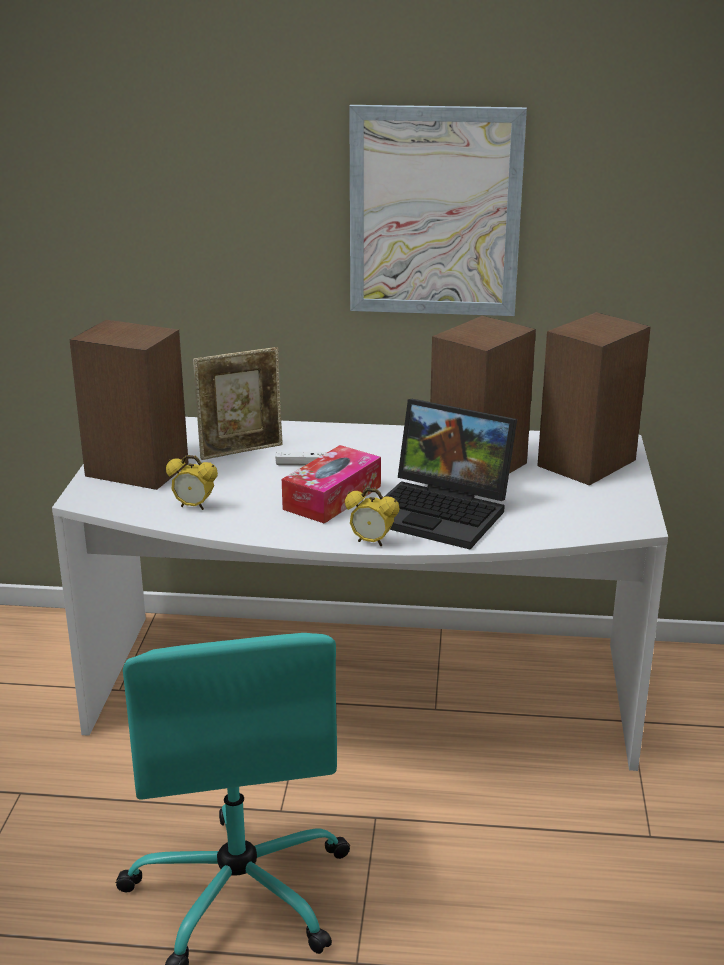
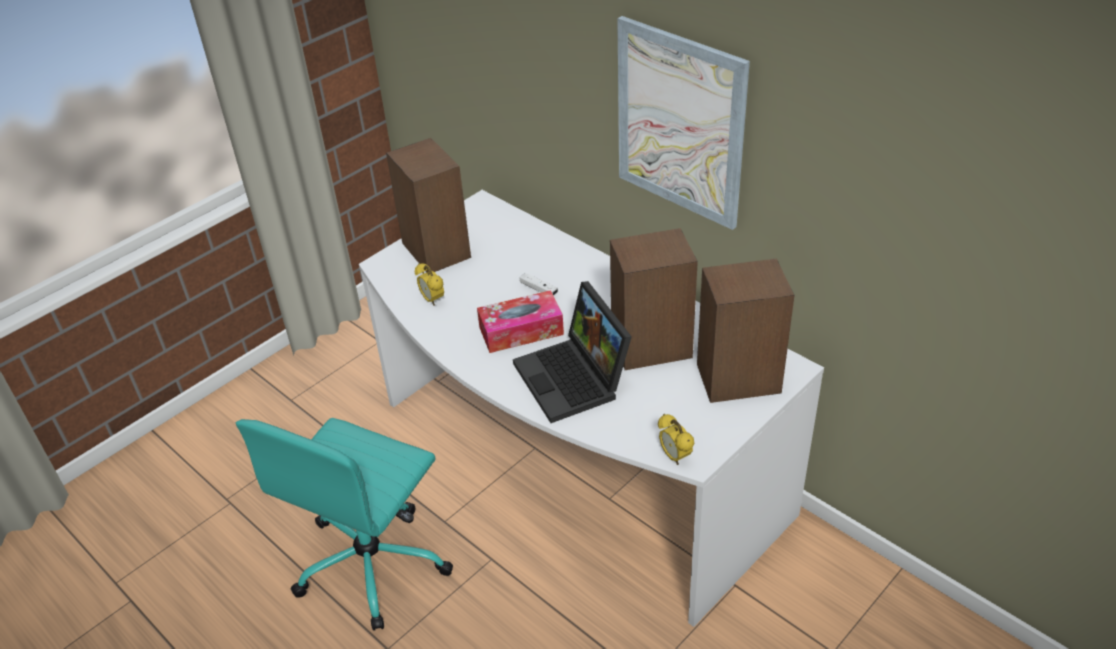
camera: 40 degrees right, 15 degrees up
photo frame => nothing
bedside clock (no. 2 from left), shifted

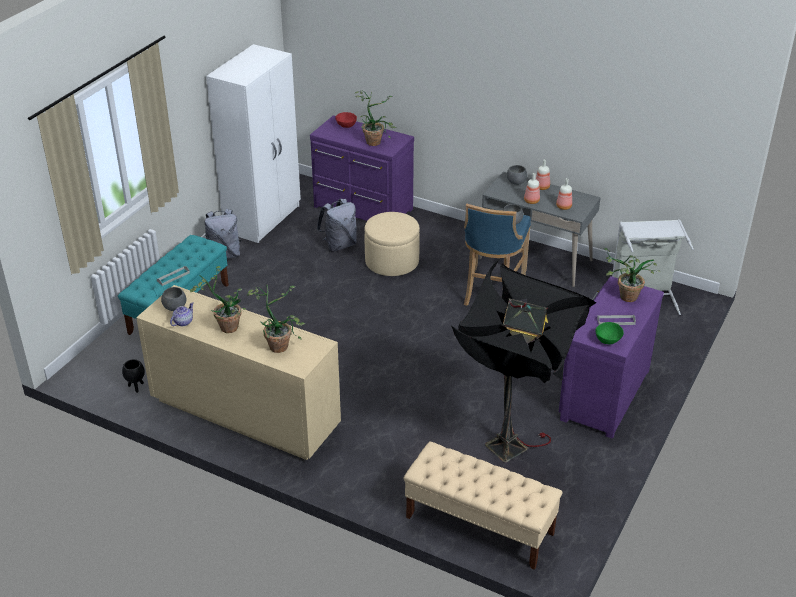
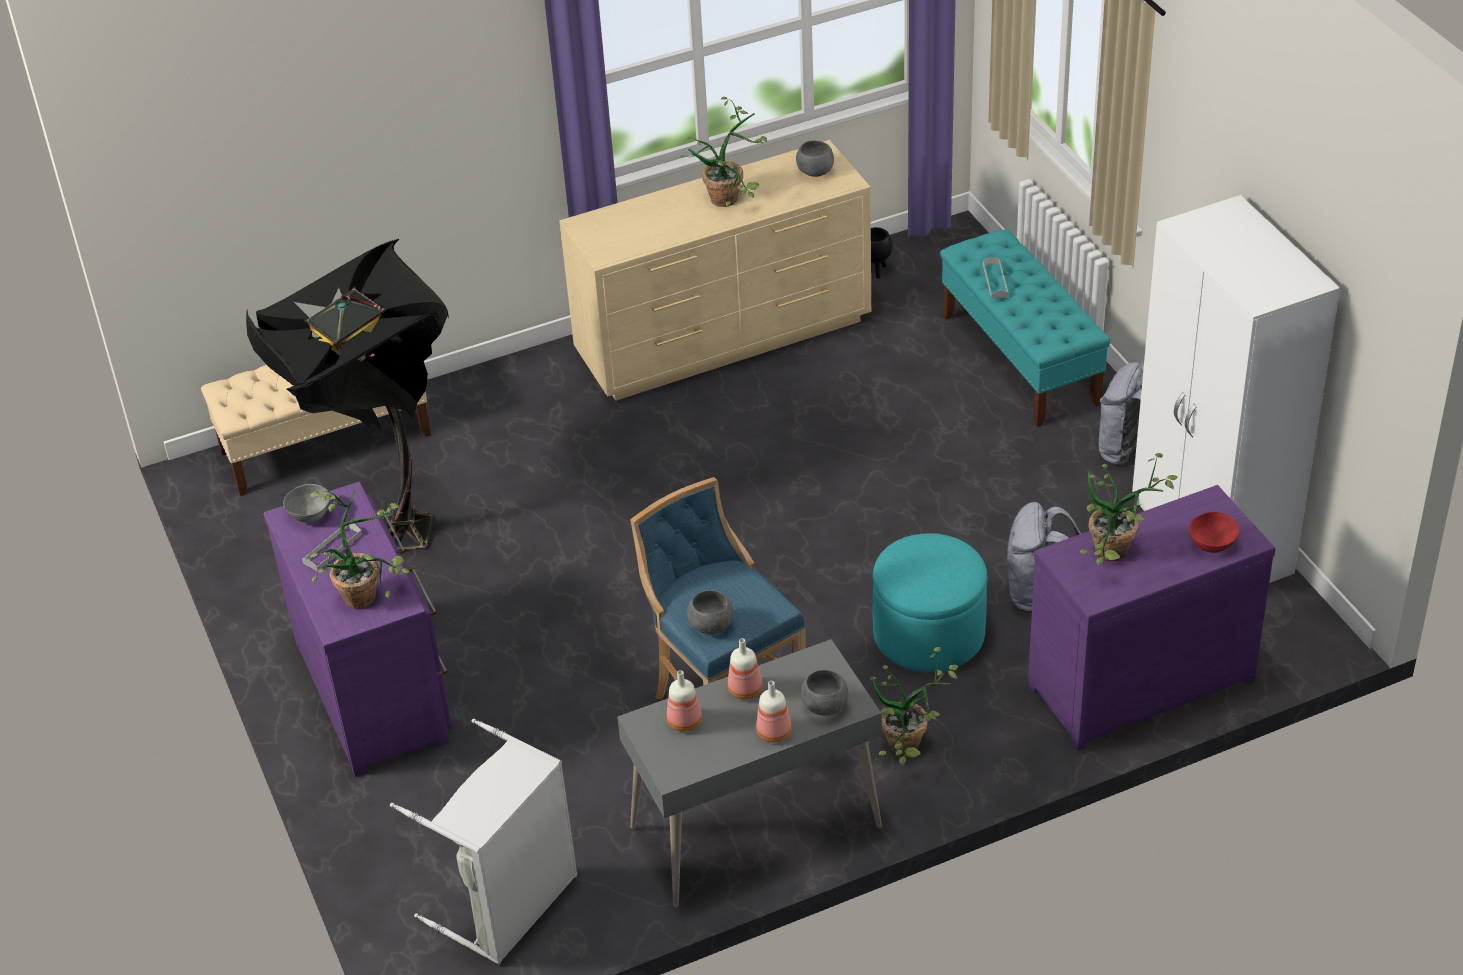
camera: 130 degrees right, 5 degrees up
pot for tea => nothing
plant in a pot (no. 2 from left in the first image) => plant in a pot (no. 3 from left), shifted
beige-coloured pouffe => blue-green pouffe
greenish serving bowl => greyish serving bowl (no. 1 from left)

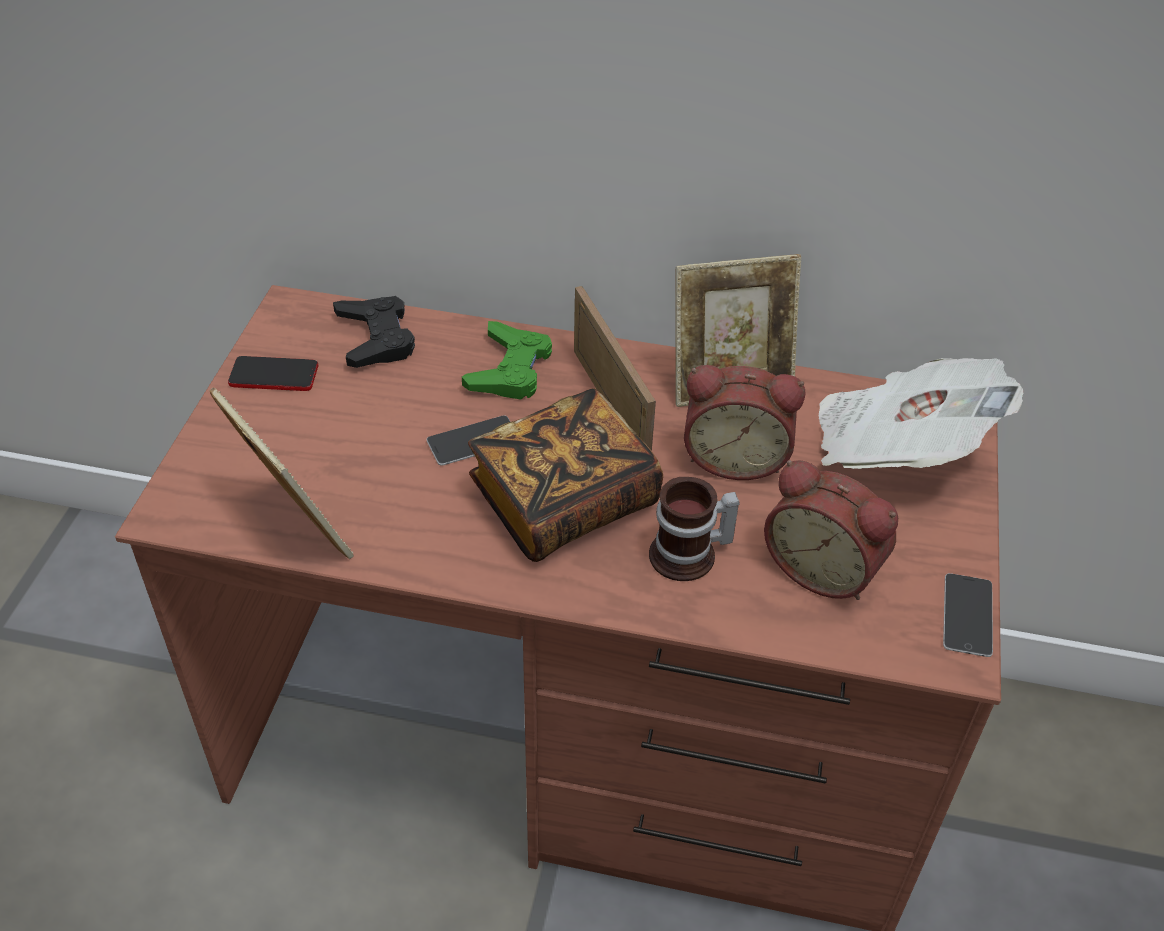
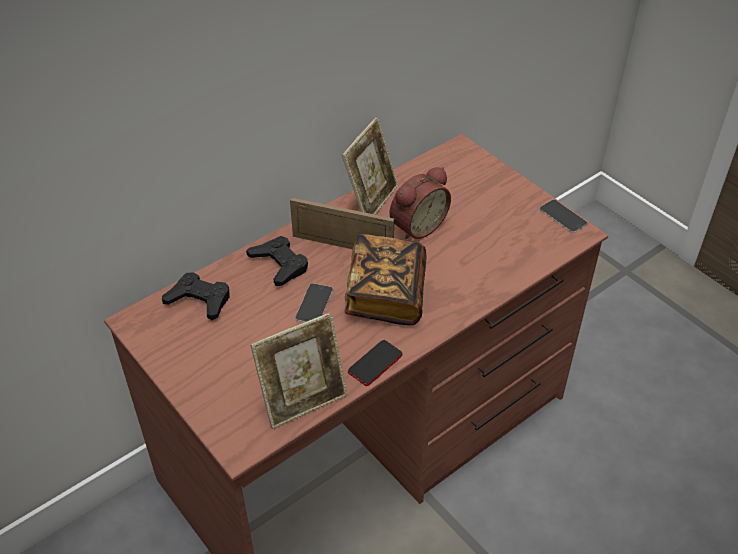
camera: 50 degrees left, 0 degrees up
coffee mug => nothing
bedside clock (no. 2 from left) => nothing
daily paper => nothing
phone (no. 1 from left in the first image) => phone (no. 2 from left), shifted
greenish gamepad => black-coloured gamepad (no. 2 from left)
photo frame (no. 1 from left), 150 degrees clockwise

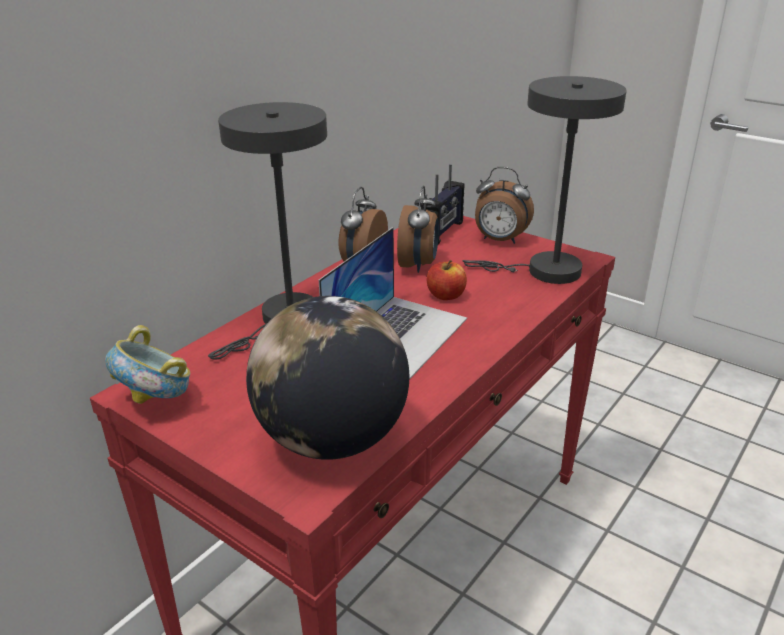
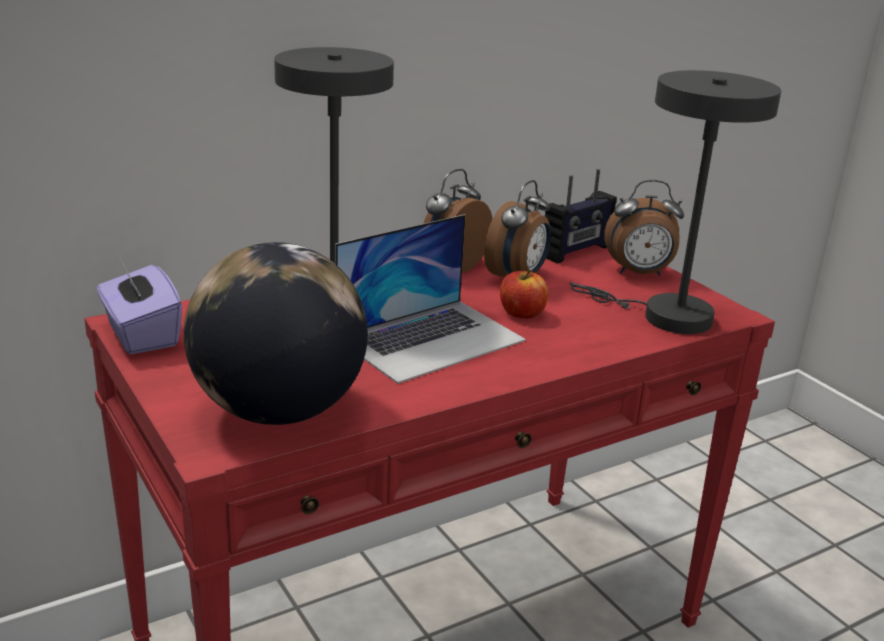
camera: 20 degrees right, 5 degrees down
serving bowl => purplish box of tissues
bedside clock (no. 3 from left), 45 degrees counterclockwise

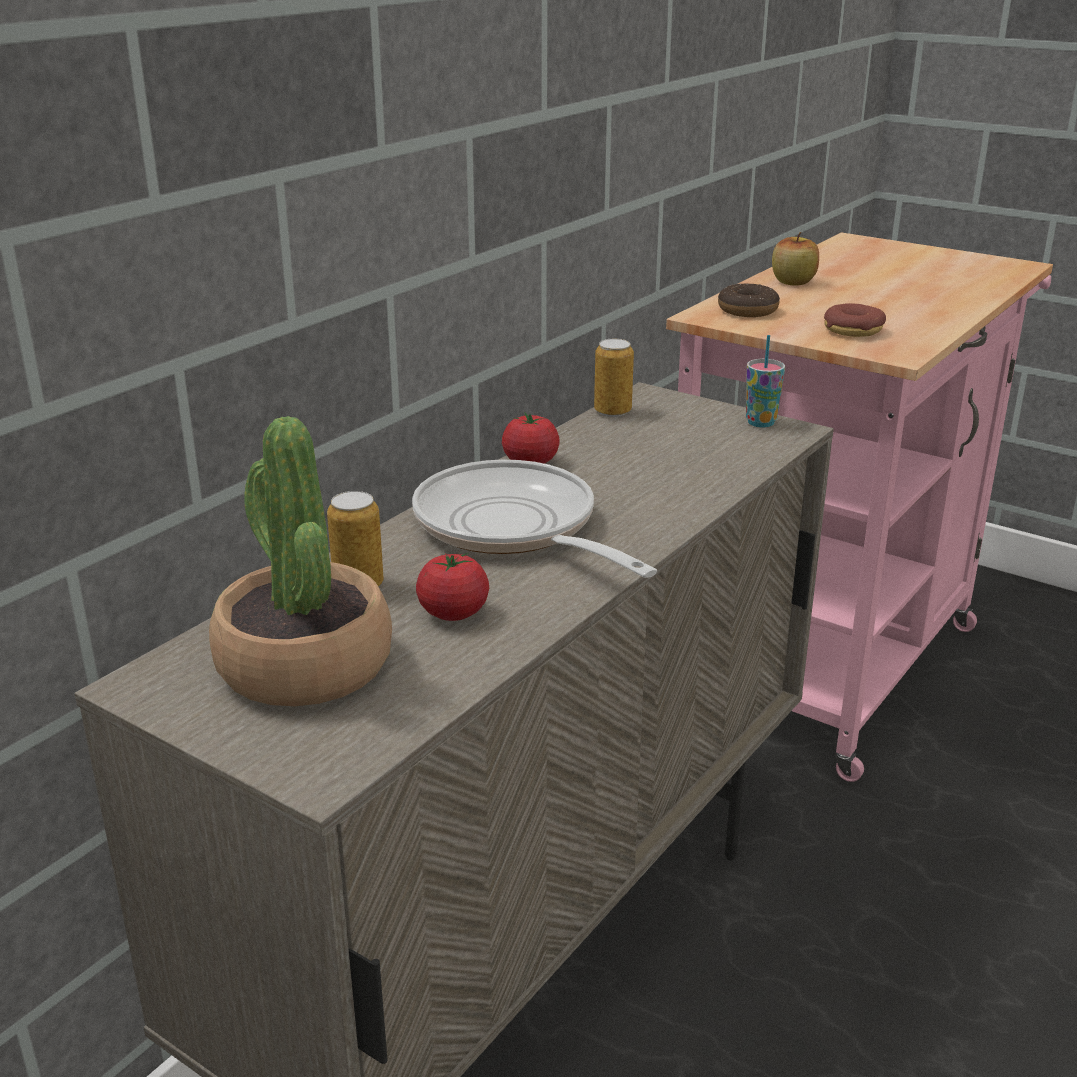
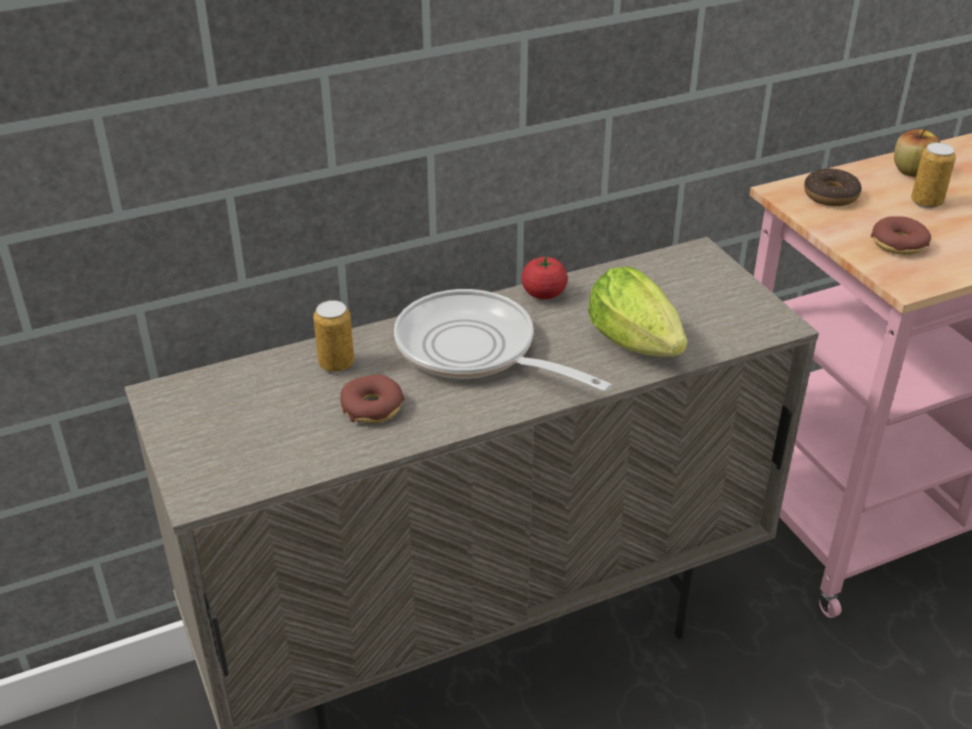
camera: 30 degrees right, 10 degrees up
plant in a pot => nothing
cup => nothing
nothing => lettuce head
metal can (no. 2 from left), shifted
tomato (no. 1 from left) => ring doughnut (no. 1 from left)
pan, 45 degrees counterclockwise

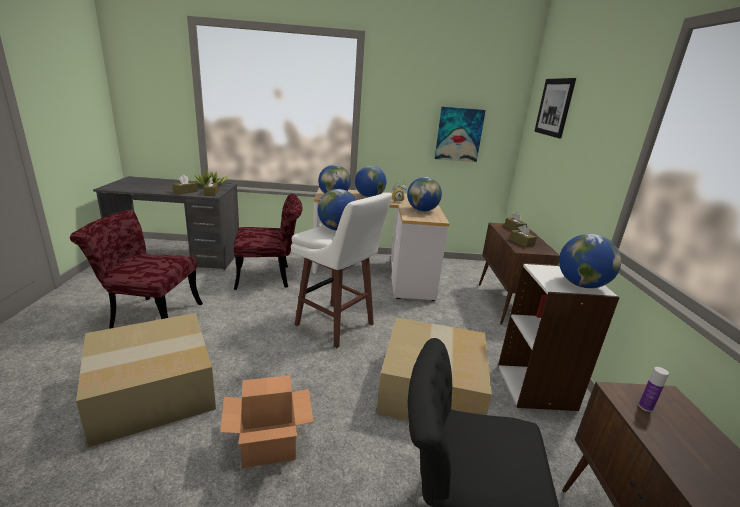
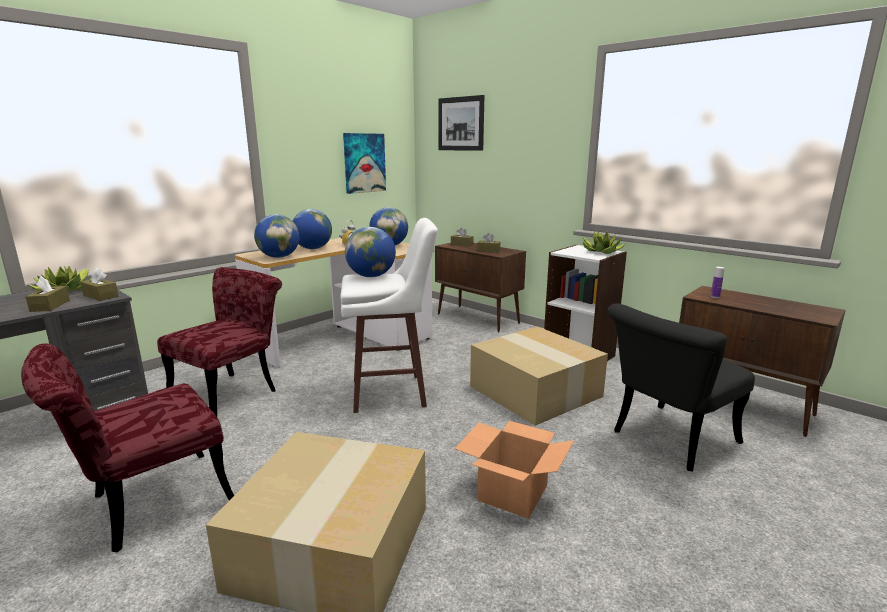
camera: 45 degrees left, 5 degrees down
world globe (no. 5 from left) => plant in a pot (no. 2 from left)

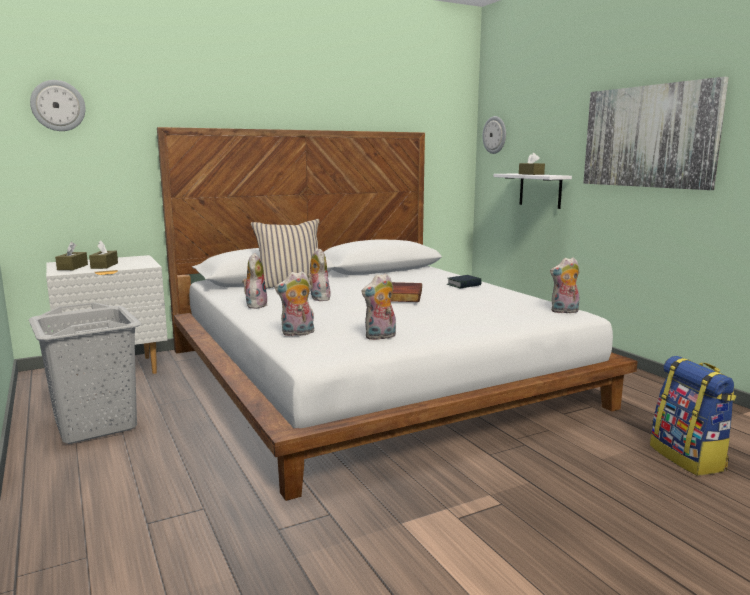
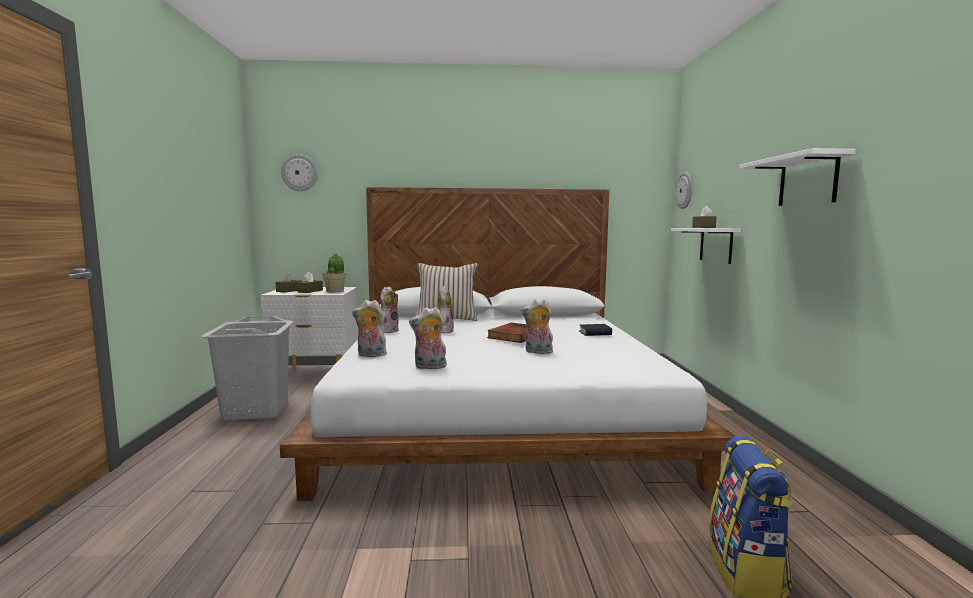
camera: 25 degrees right, 5 degrees down
nothing => plant in a pot
cuddly toy (no. 5 from left), shifted
wall picture => white-coloured shelf (no. 2 from left)

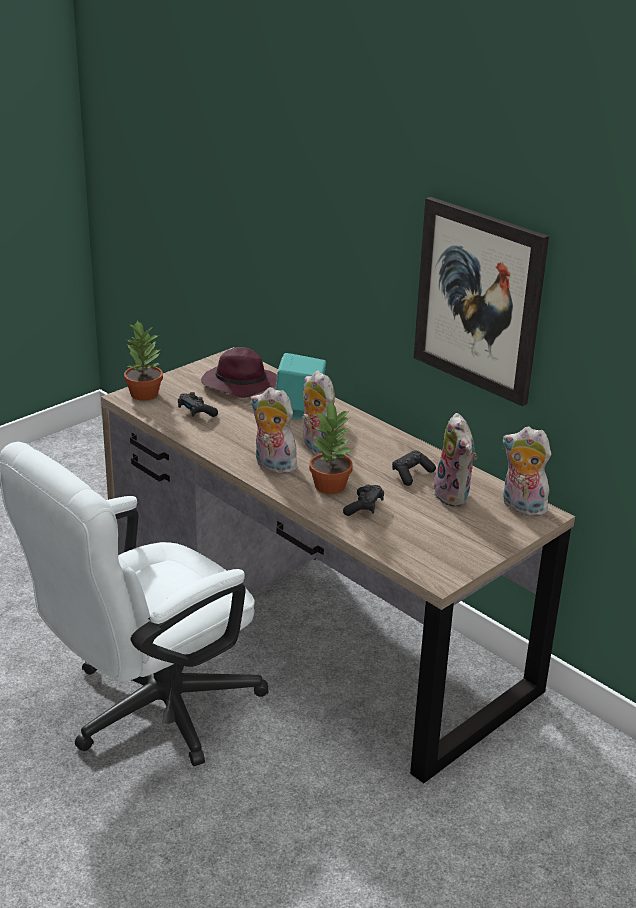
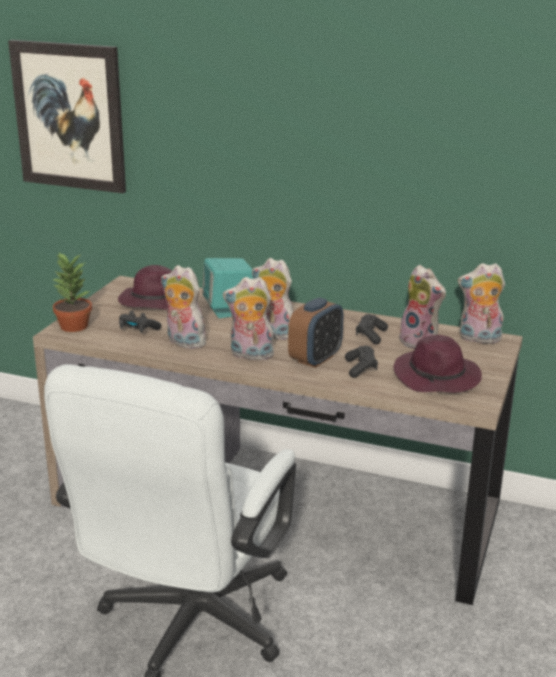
camera: 25 degrees left, 5 degrees down
nothing => cuddly toy (no. 1 from left)
nothing => purplish clothing hat (no. 2 from left)
wall picture, shifted
plant in a pot (no. 2 from left) => bedside clock

